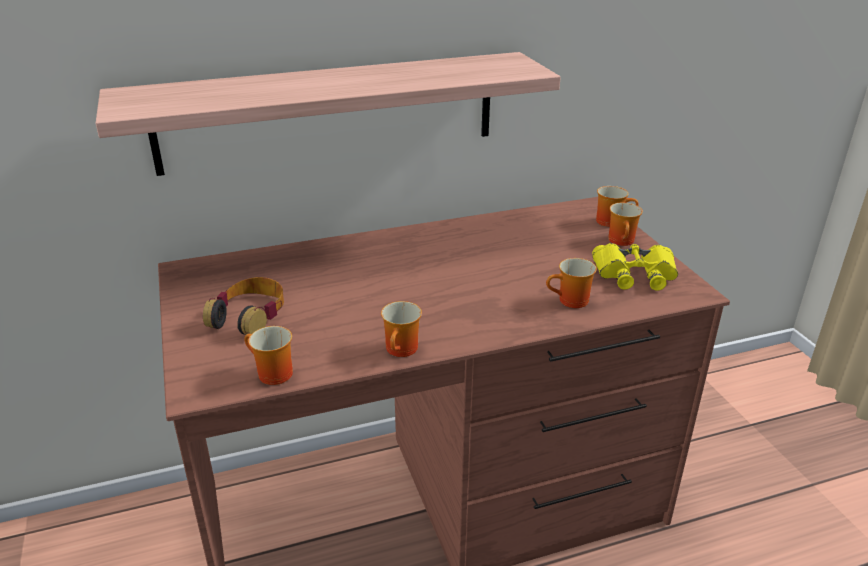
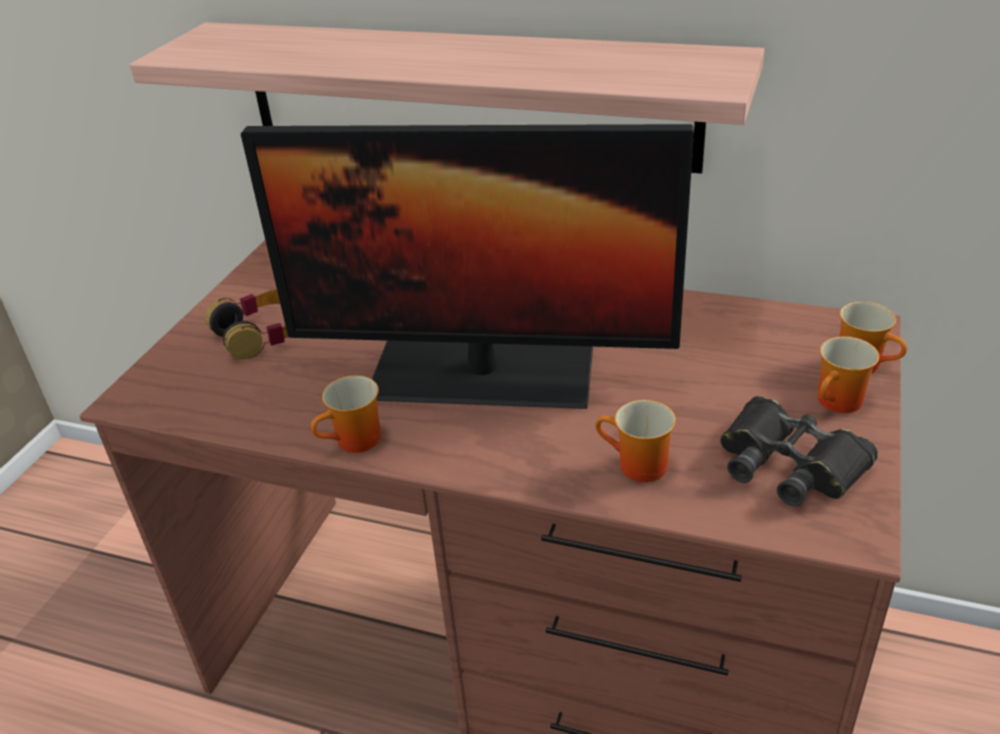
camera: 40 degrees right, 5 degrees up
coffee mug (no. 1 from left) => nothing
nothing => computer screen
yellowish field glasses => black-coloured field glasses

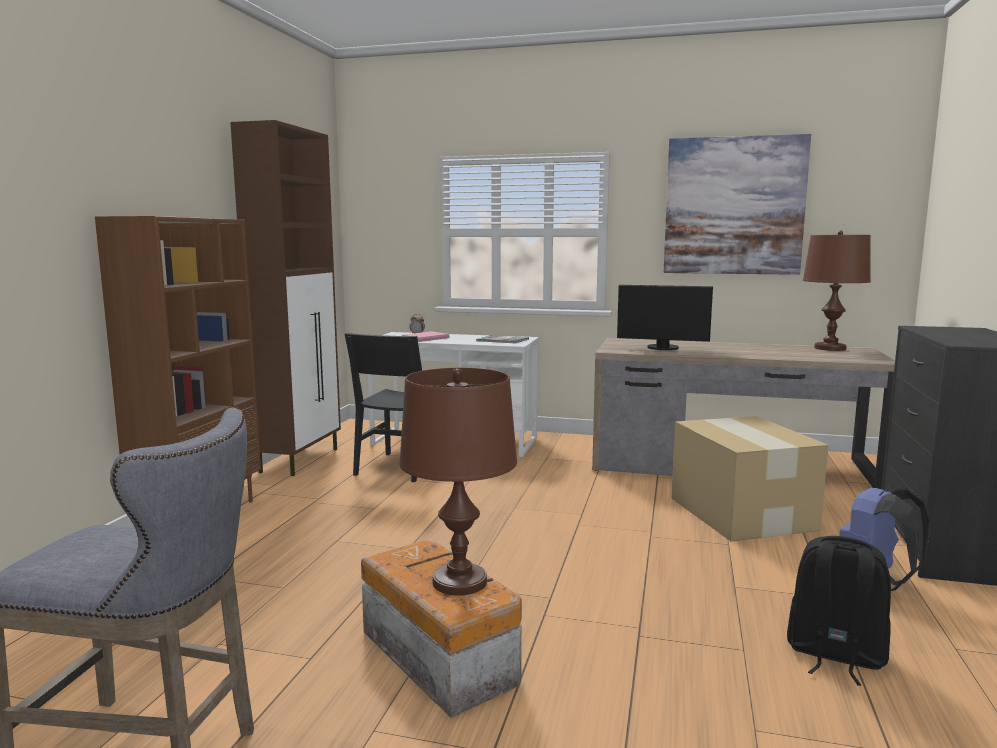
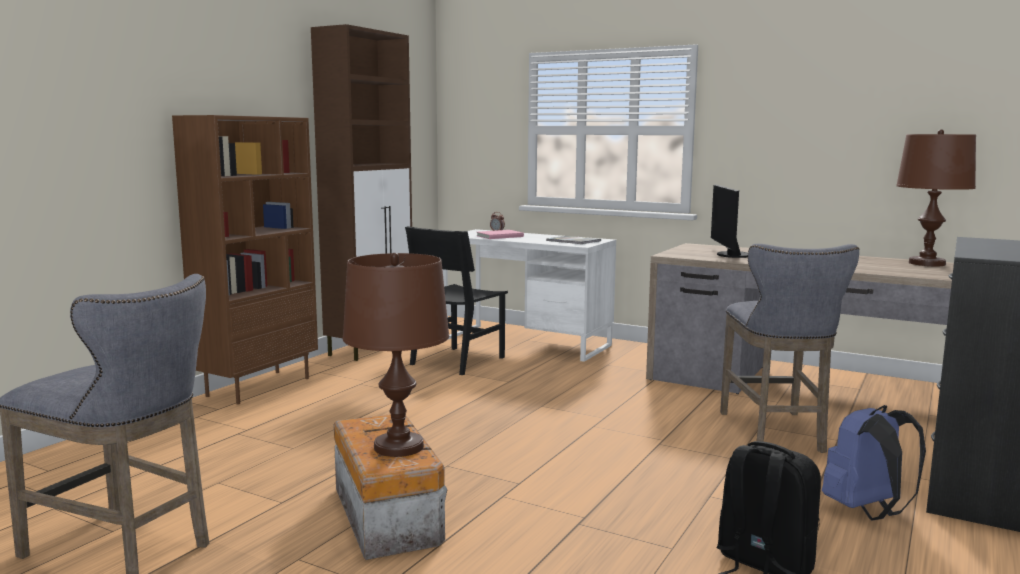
camera: 15 degrees right, 0 degrees up
wall picture => nothing
packing box => greyish stool seat (no. 2 from left)
computer screen, 60 degrees clockwise

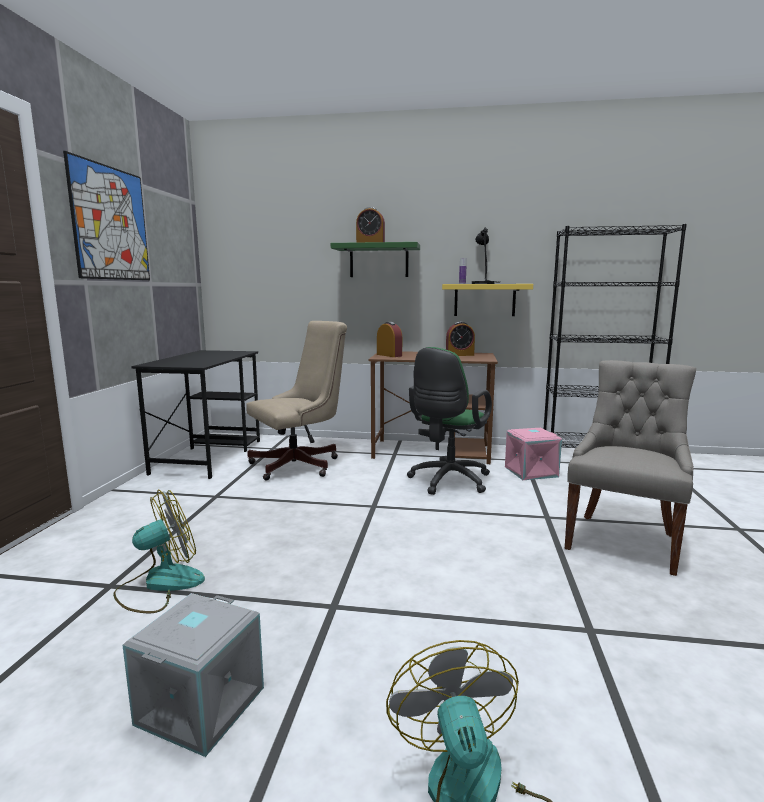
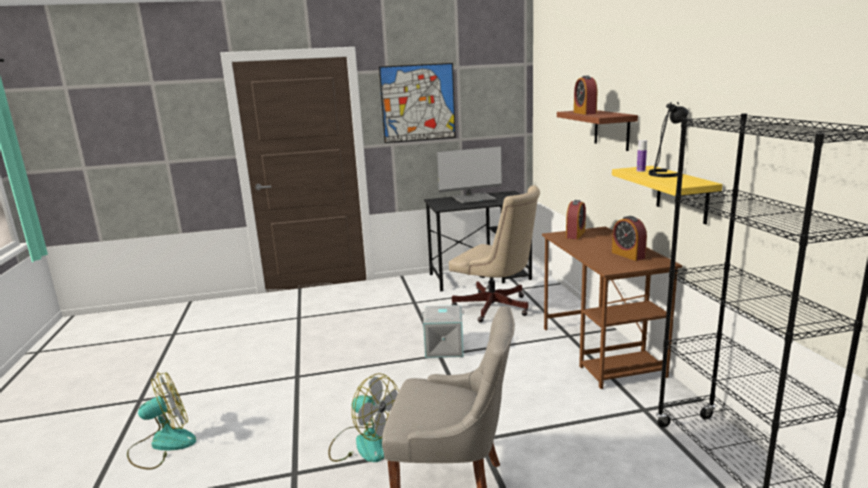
camera: 70 degrees right, 5 degrees up
greenish desk chair => nothing
pink storage bin => nothing
nothing => computer screen
fan (no. 1 from left in the first image) => fan (no. 2 from left), shifted
greyish storage bin, shifted
greenish shelf => brown shelf

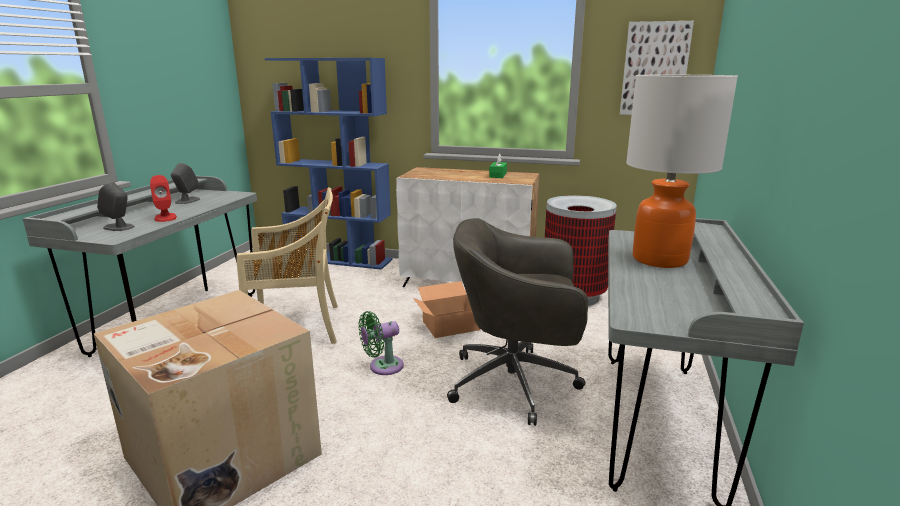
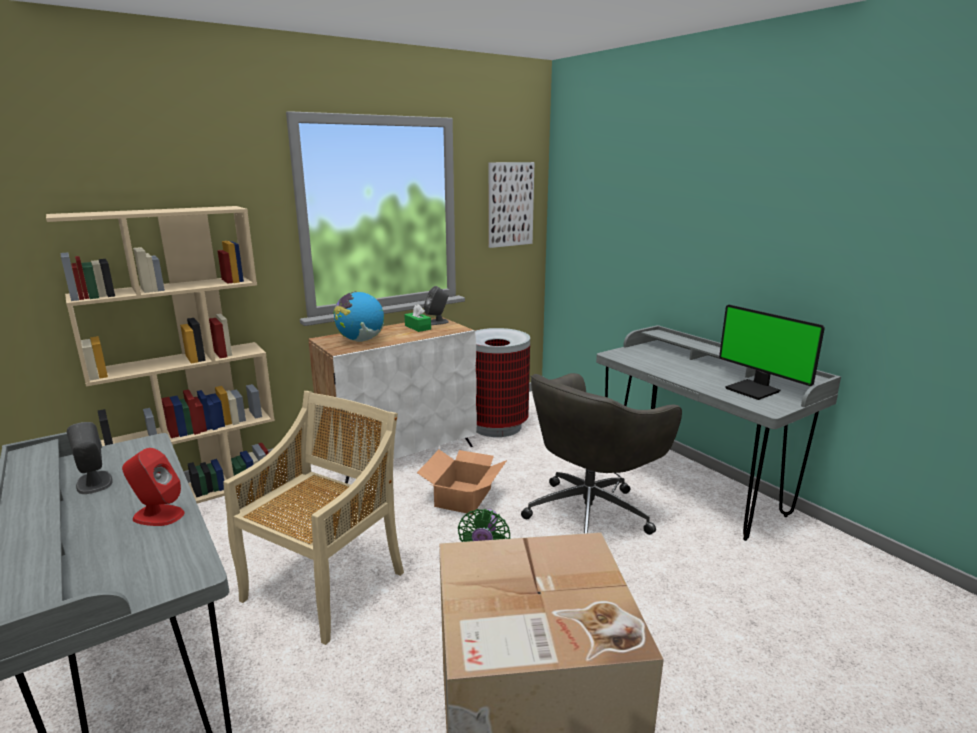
camera: 50 degrees left, 0 degrees up
tabletop lamp => nothing
nothing => world globe
nothing => computer screen
greyish speaker (no. 1 from left in the first image) => greyish speaker (no. 2 from left), shifted
bluish bookshelf => beige-coloured bookshelf

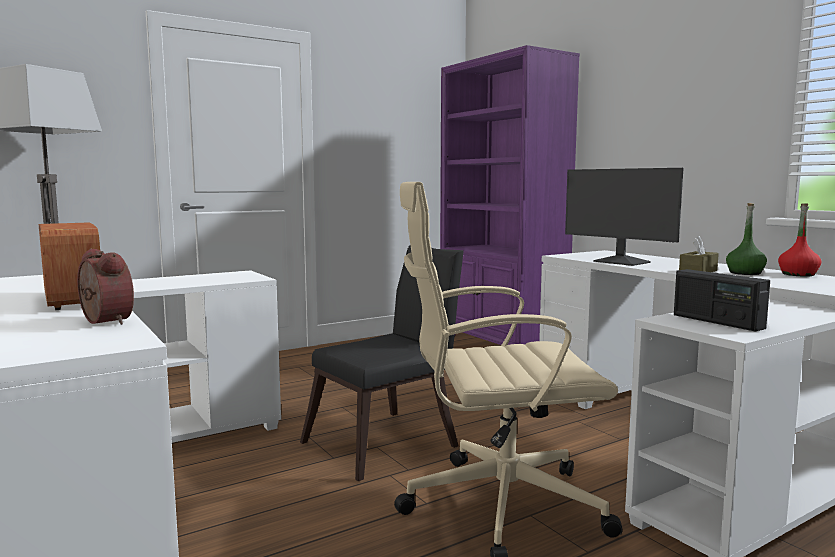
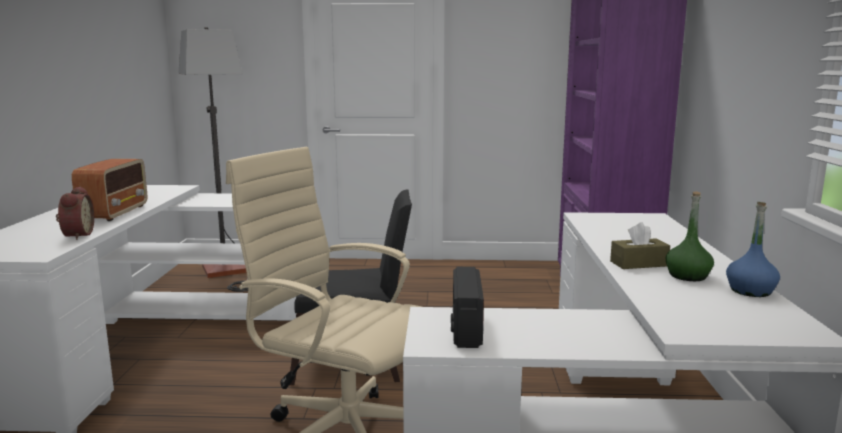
camera: 35 degrees right, 5 degrees up
computer screen => nothing
red beverage bottle => bluish beverage bottle

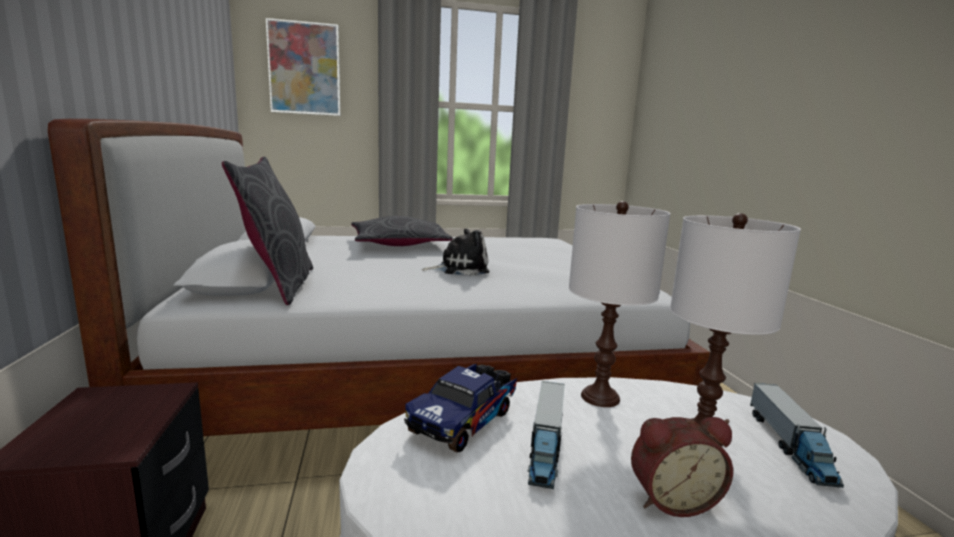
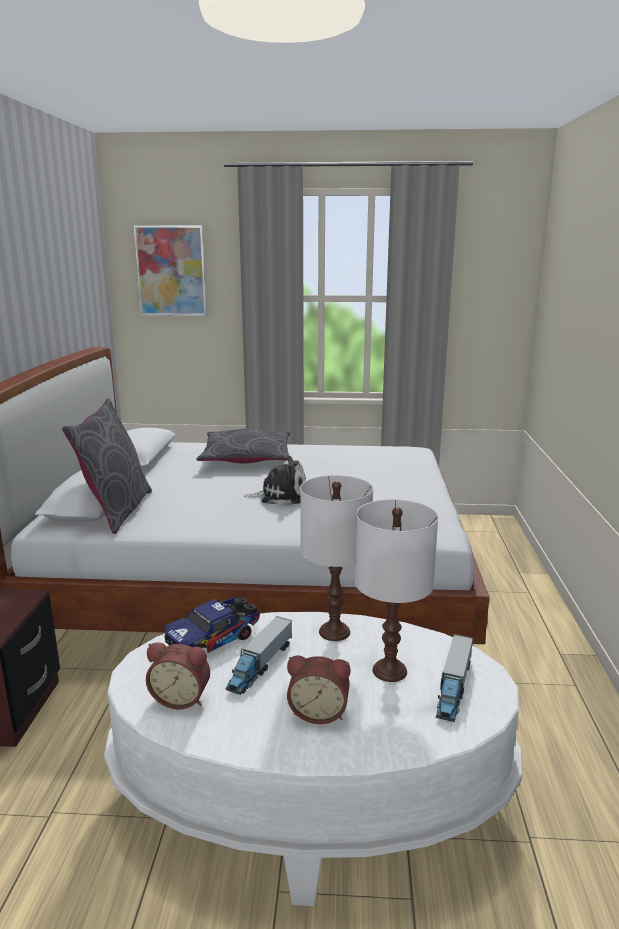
camera: 15 degrees right, 5 degrees up
nothing => bedside clock (no. 1 from left)

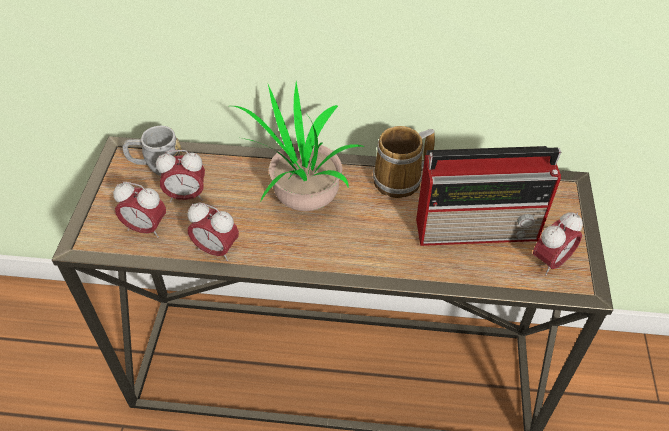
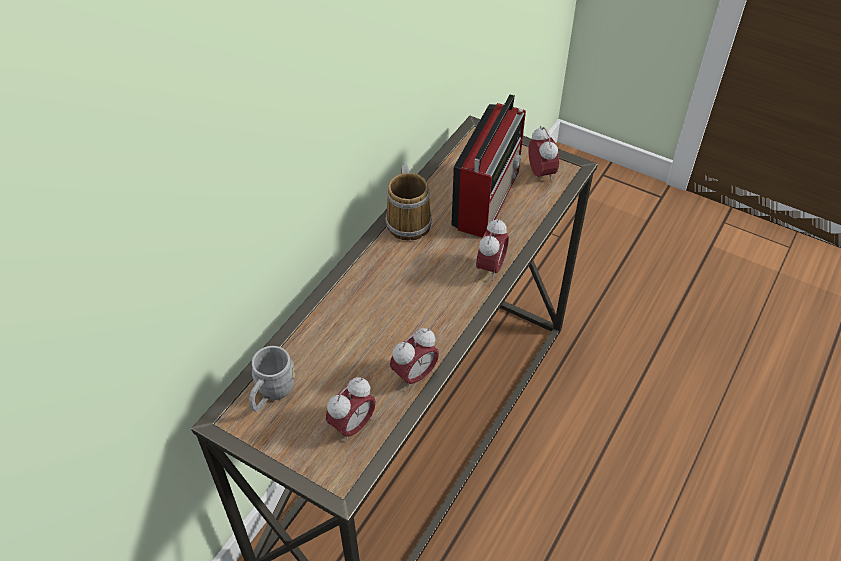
camera: 65 degrees left, 0 degrees up
plant in a pot => nothing
bedside clock (no. 2 from left in the first image) => bedside clock (no. 3 from left), shifted

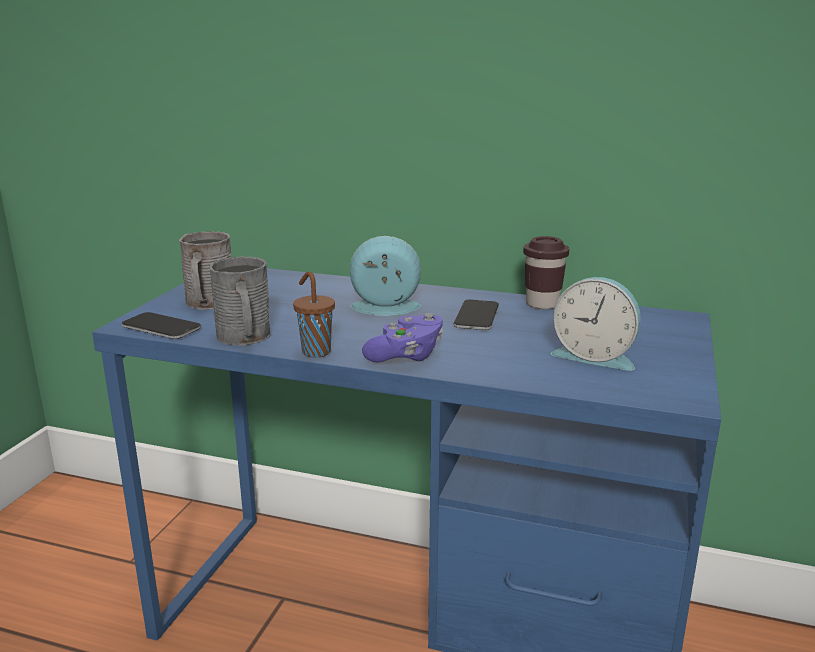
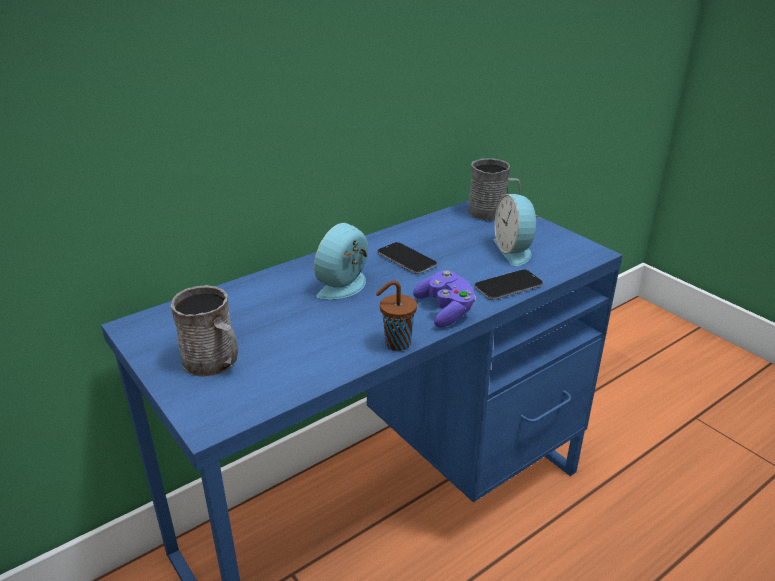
camera: 55 degrees left, 10 degrees up
brown cup (no. 2 from left) => nothing
phone (no. 1 from left in the first image) => phone (no. 2 from left), shifted
greyish coffee mug (no. 2 from left), shifted
bedside clock (no. 2 from left), 105 degrees clockwise

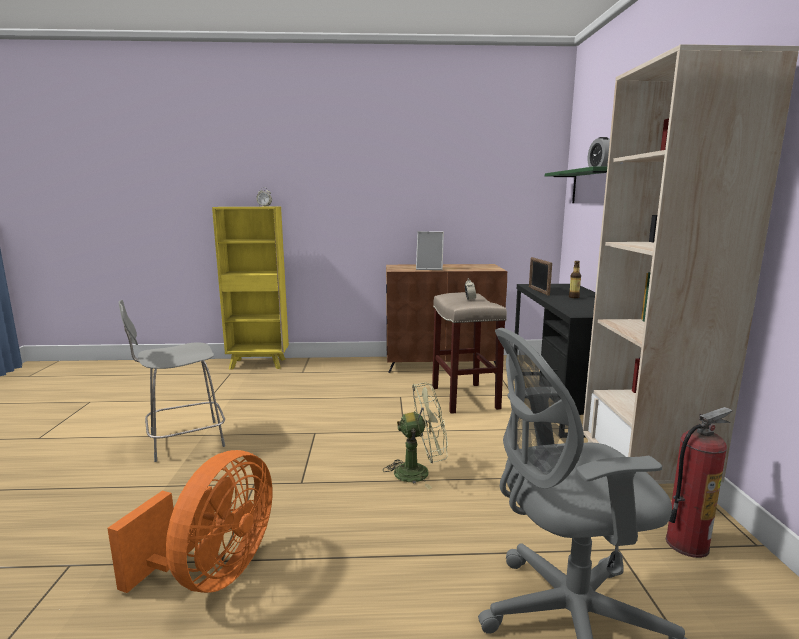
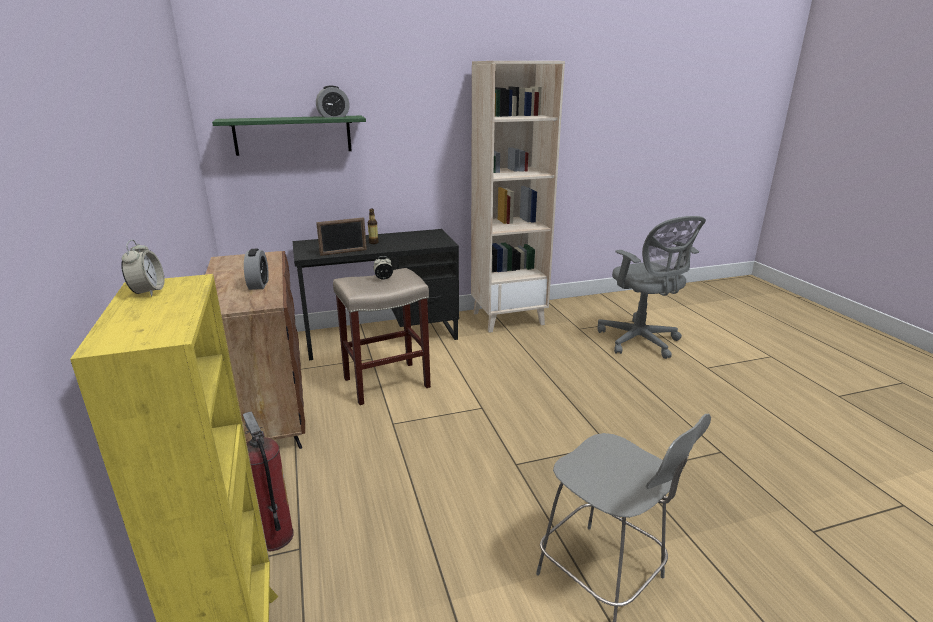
camera: 105 degrees left, 10 degrees up
orange fan => nothing
greenish fan => nothing
fire-fighting cylinder, shifted
photo frame (no. 1 from left) => bedside clock (no. 2 from left)

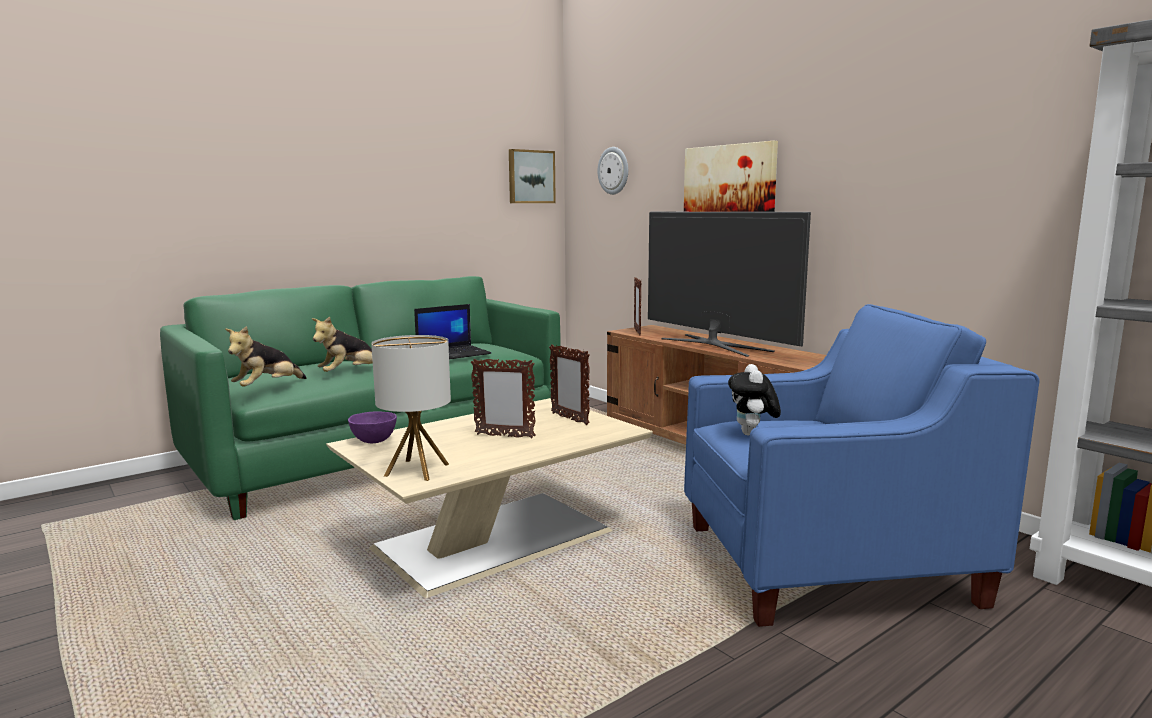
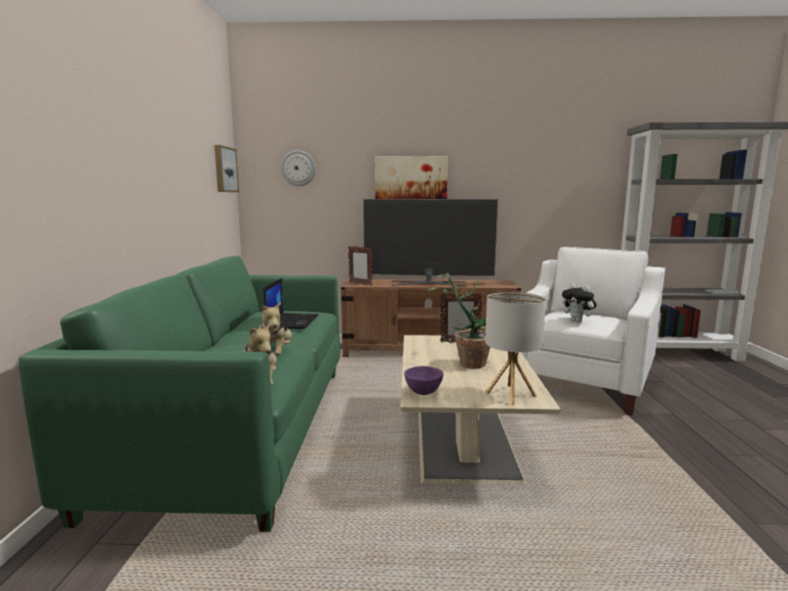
camera: 50 degrees left, 0 degrees up
photo frame (no. 1 from left) => plant in a pot
bluish armchair => white-coloured armchair

